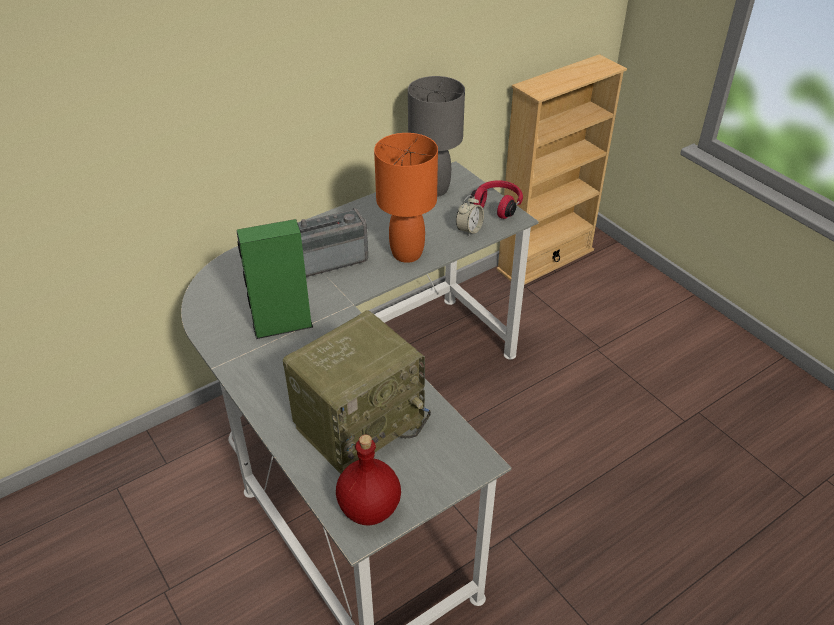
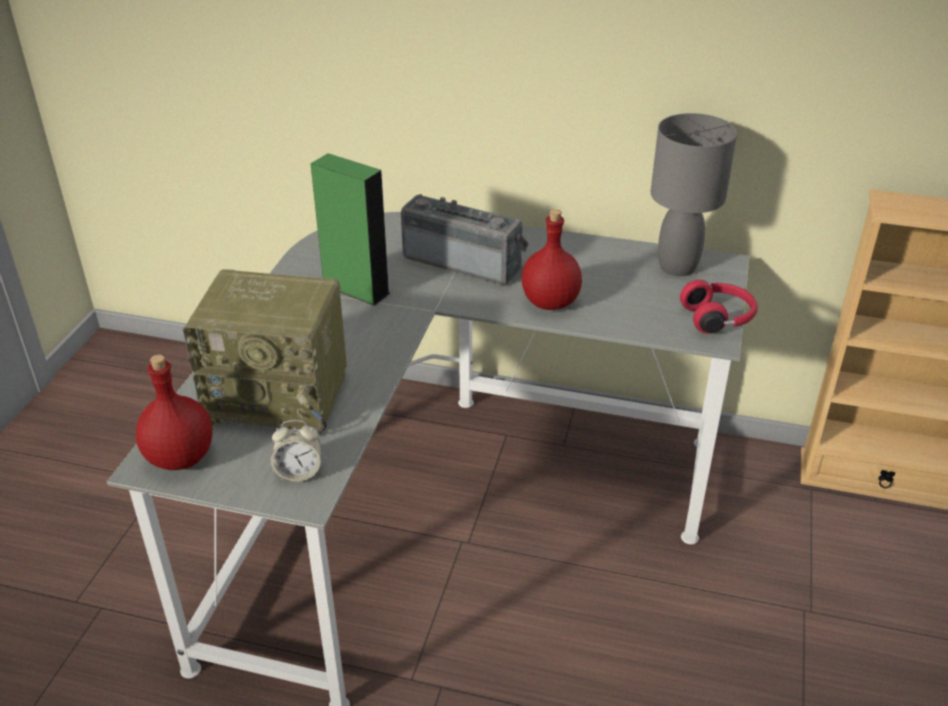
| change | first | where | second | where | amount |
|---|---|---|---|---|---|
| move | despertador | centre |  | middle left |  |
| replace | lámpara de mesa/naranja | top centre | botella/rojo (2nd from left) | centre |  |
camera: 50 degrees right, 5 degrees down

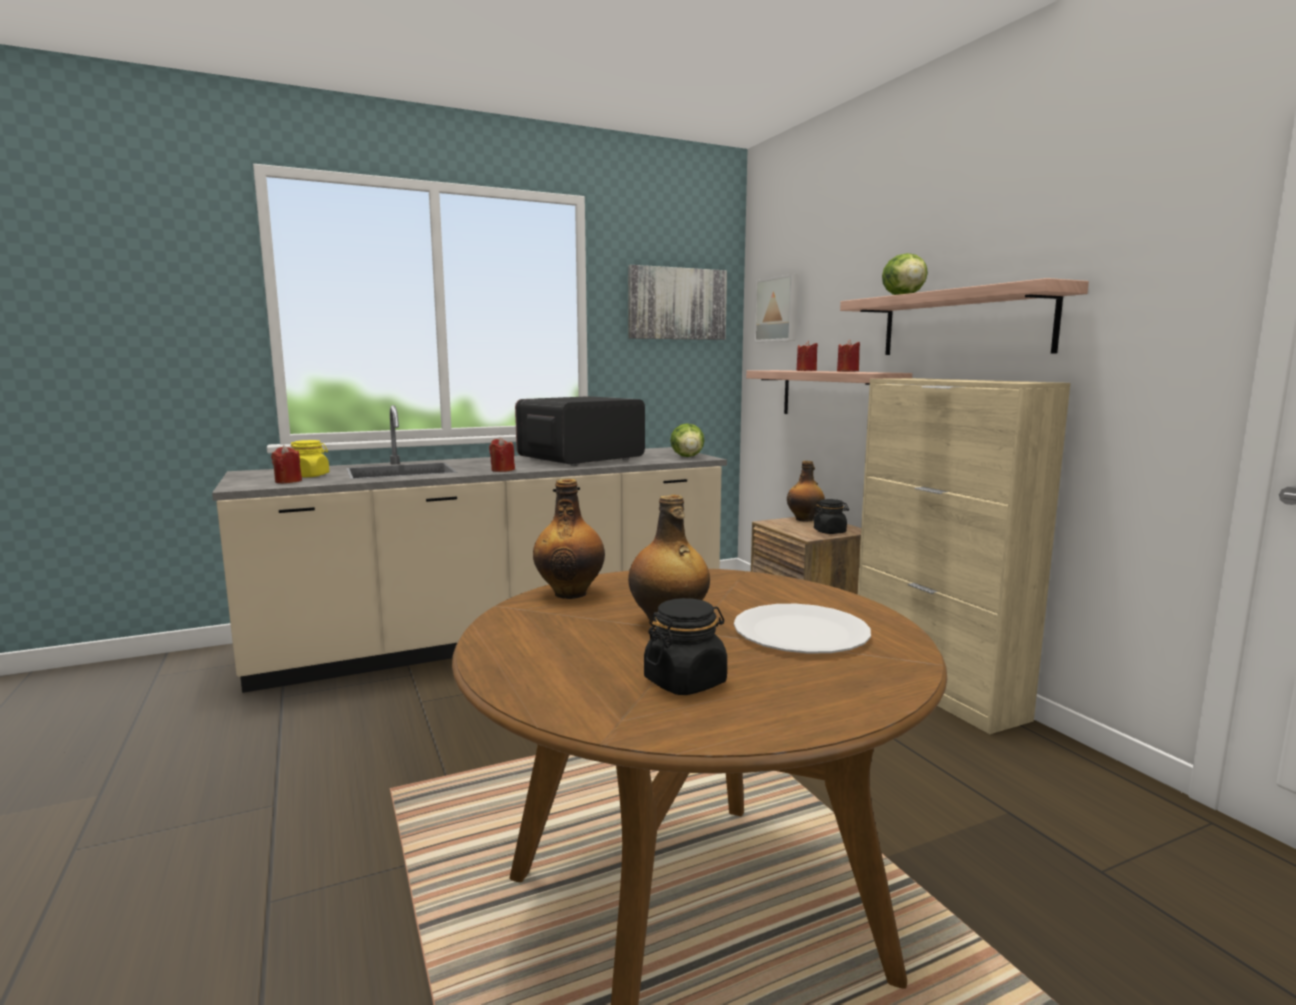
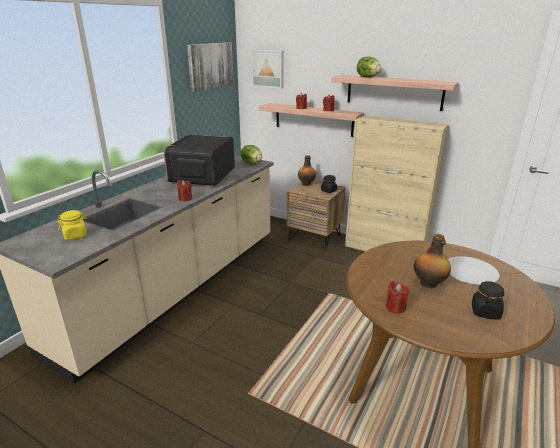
| change | first | where | second | where | amount |
|---|---|---|---|---|---|
| delete | botella (1st from left) | centre |  |  |  |
| move | vela/rojo (1st from left in the first image) | middle left | vela/rojo (4th from left) | middle right |  |
camera: 35 degrees left, 15 degrees up

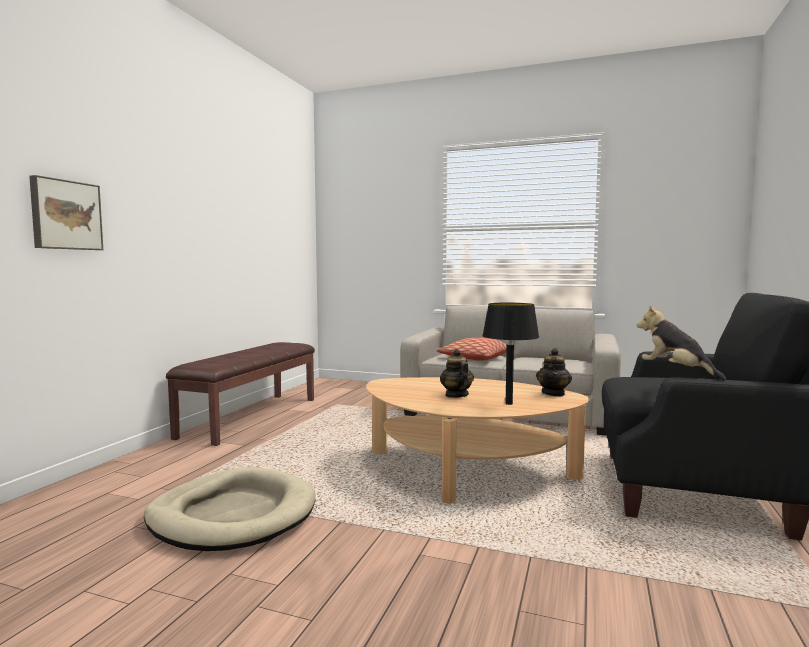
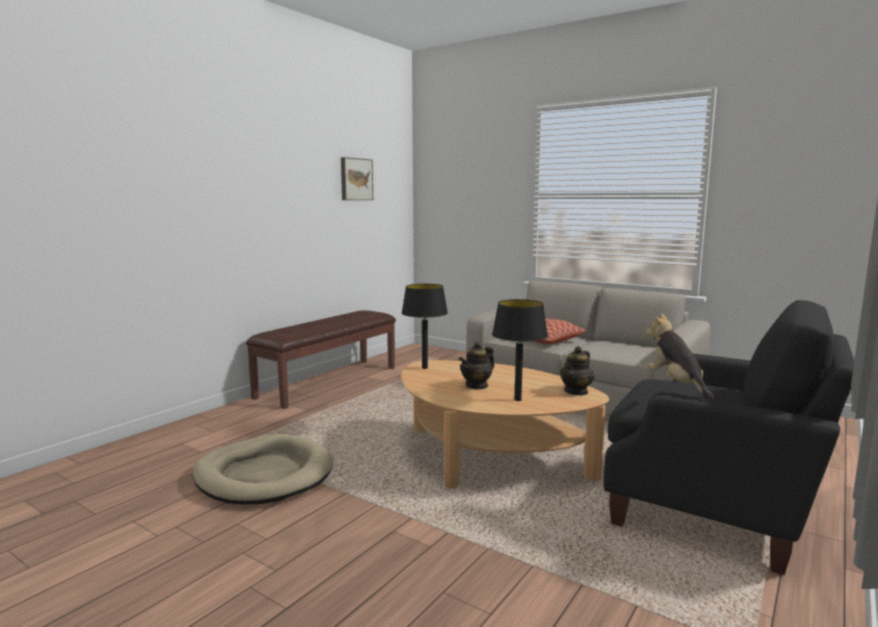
| change | first | where | second | where | amount |
|---|---|---|---|---|---|
| insert |  |  | lámpara de mesa/negro (1st from left) | centre |  |
| move | cuadro | top left |  | top centre |  |
| rotate | tetera (1st from left) | centre |  | centre | 135 degrees counterclockwise |
camera: 15 degrees right, 5 degrees up

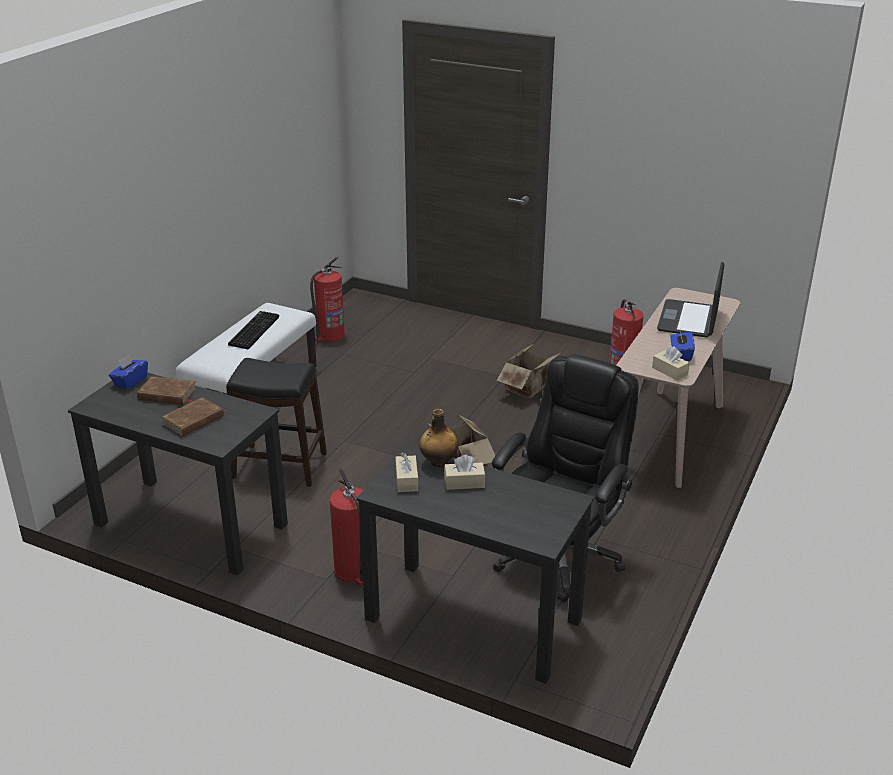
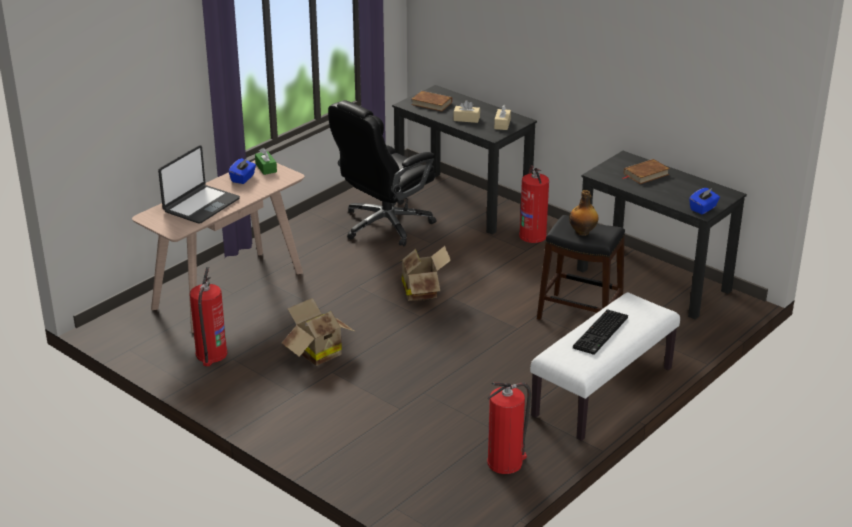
| change | first | where | second | where | amount |
|---|---|---|---|---|---|
| move | libro/marrón (1st from left) | middle left |  | top centre |  |
| move | botella | centre |  | middle right |  |
| recolor | caja de pañuelos/beis (3rd from left) | middle right | caja de pañuelos/verde | top left |  |
camera: 165 degrees left, 0 degrees up

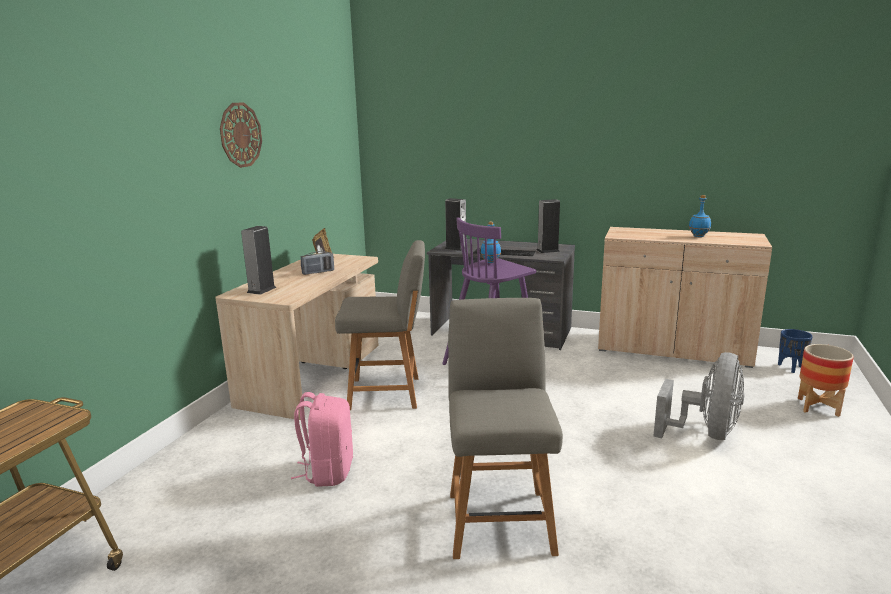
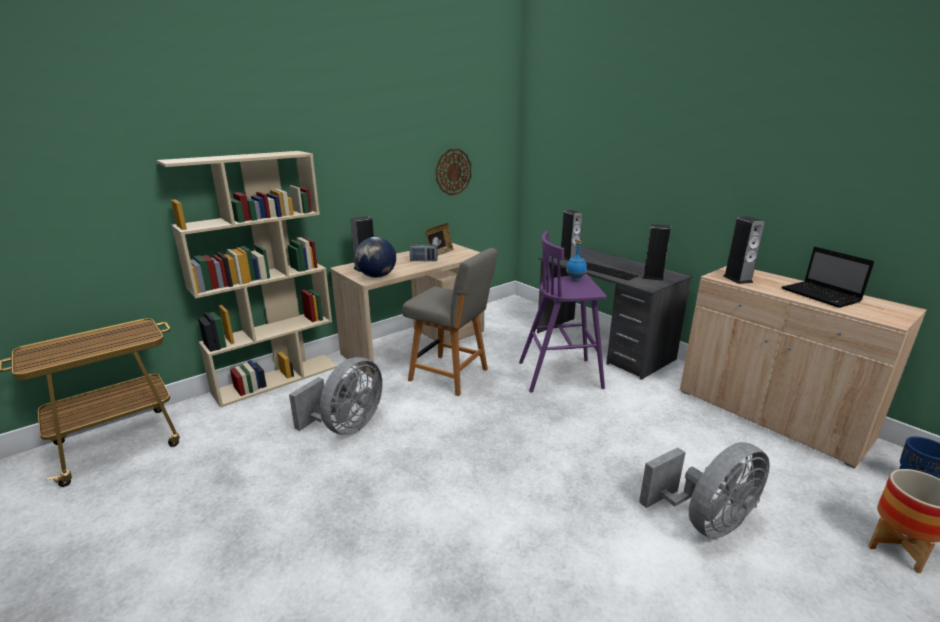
| change | first | where | second | where | amount |
|---|---|---|---|---|---|
| delete | silla/gris (2nd from left) | bottom centre |  |  |  |
| insert |  |  | estantería/beis | middle left |  |
| insert |  |  | globo terráqueo | centre |  |
| insert |  |  | altavoz (4th from left) | middle right |  |
| move | reloj de pared | top left |  | top centre |  |
| replace | mochila/rosa | bottom centre | ventilador/gris (1st from left) | centre |  |
| replace | botella/azul (2nd from left) | middle right | portátil | middle right |  |
camera: 30 degrees right, 5 degrees up

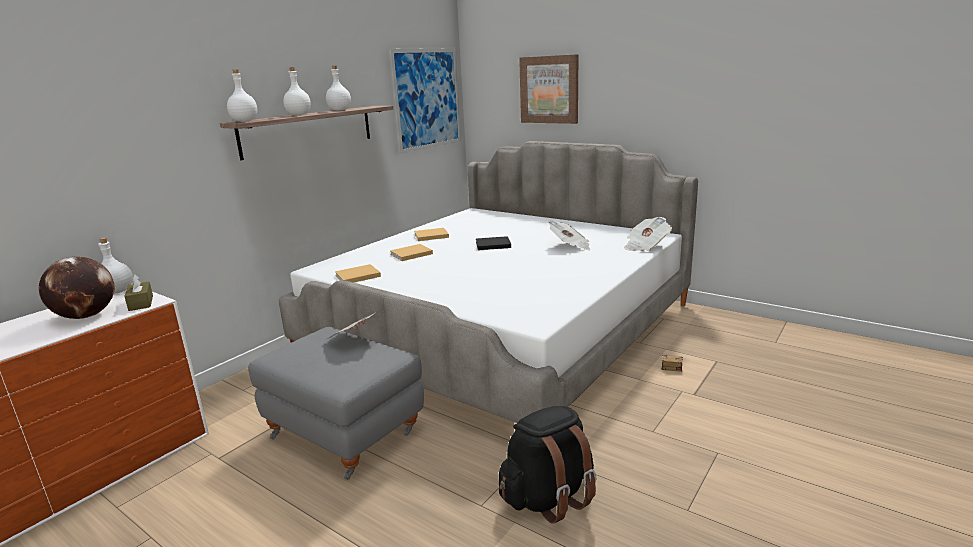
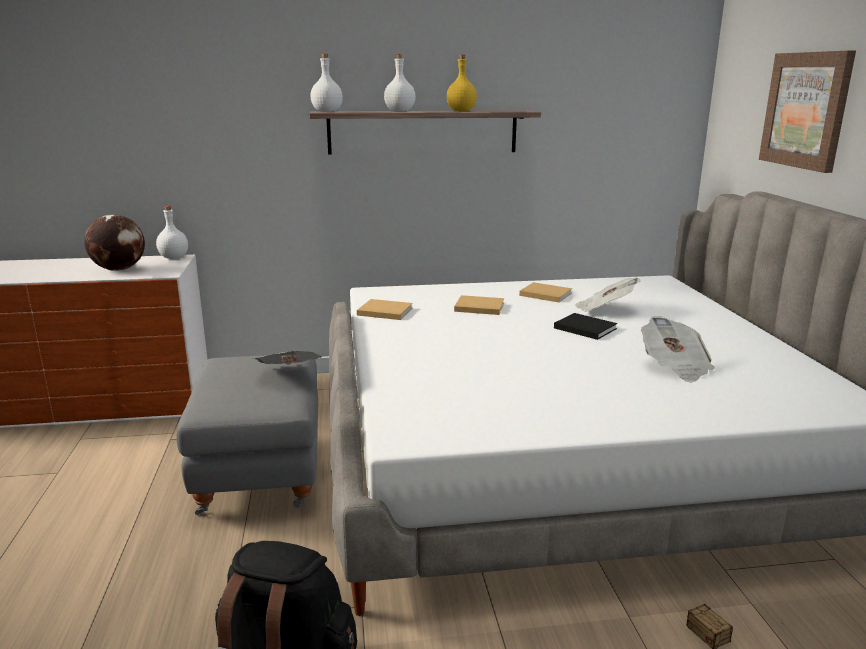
| change | first | where | second | where | amount |
|---|---|---|---|---|---|
| delete | caja de pañuelos/marrón | middle left |  |  |  |
| delete | cuadro (1st from left) | top centre |  |  |  |
| move | periódico (3rd from left in the first image) | centre | periódico (2nd from left) | middle right |  |
| recolor | botella/blanco (4th from left) | top centre | botella/amarillo | top centre |  |
camera: 45 degrees right, 0 degrees up

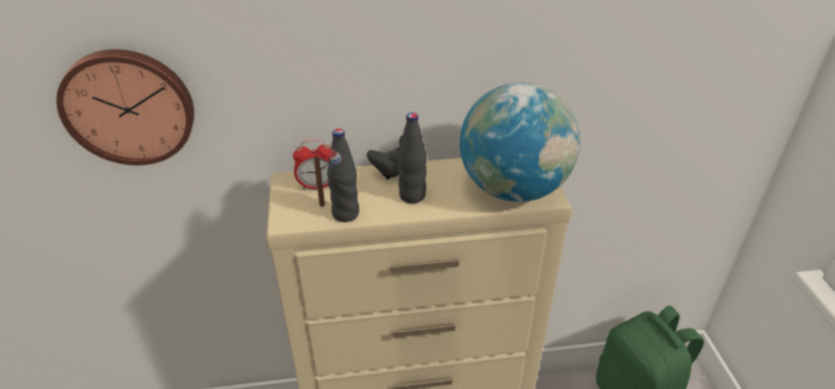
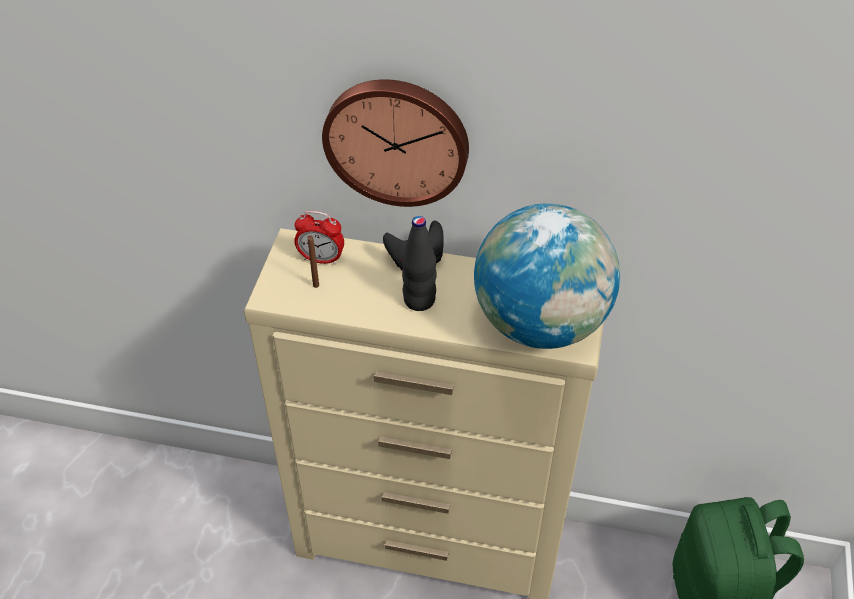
| change | first | where | second | where | amount |
|---|---|---|---|---|---|
| delete | botella/negro (1st from left) | centre |  |  |  |
| move | reloj de pared | top left |  | top centre |  |
camera: 20 degrees right, 10 degrees up

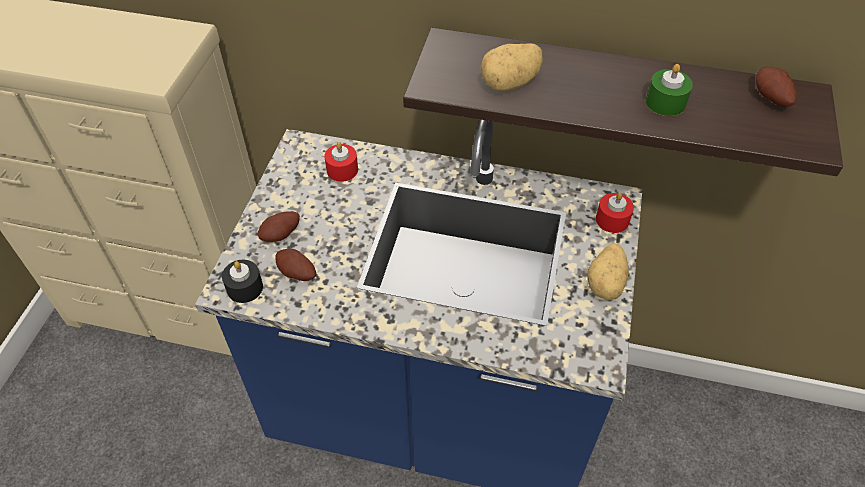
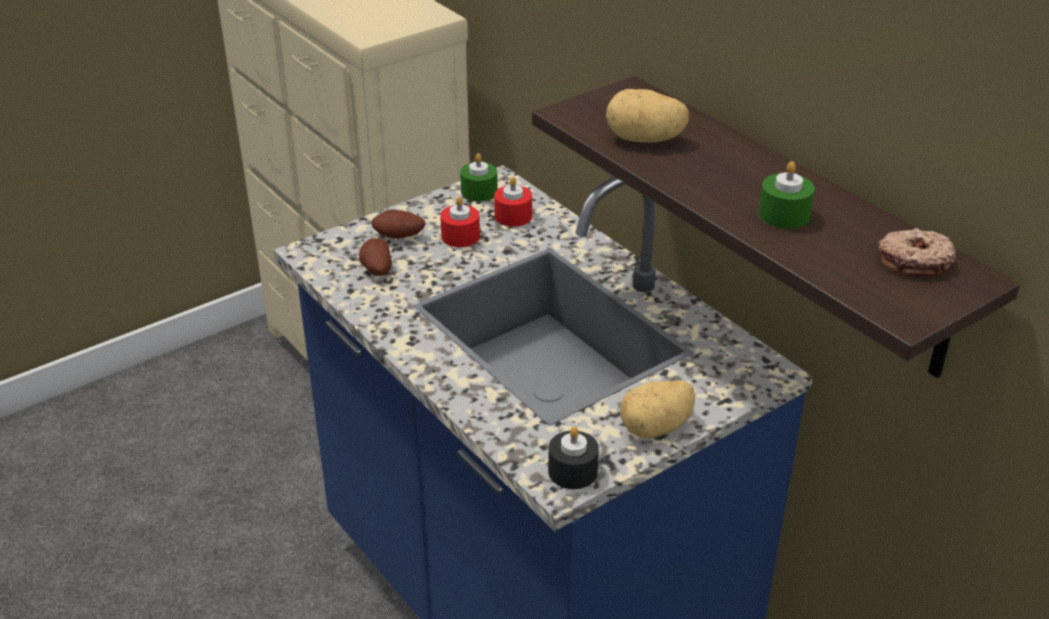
| change | first | where | second | where | amount |
|---|---|---|---|---|---|
| insert |  |  | vela/verde (1st from left) | top centre |  |
| move | vela/negro | middle left |  | bottom centre |  |
| move | vela/rojo (2nd from left in the first image) | middle right | vela/rojo (1st from left) | centre |  |
| replace | patata (5th from left) | top right | rosquilla | middle right |  |
camera: 40 degrees right, 15 degrees down

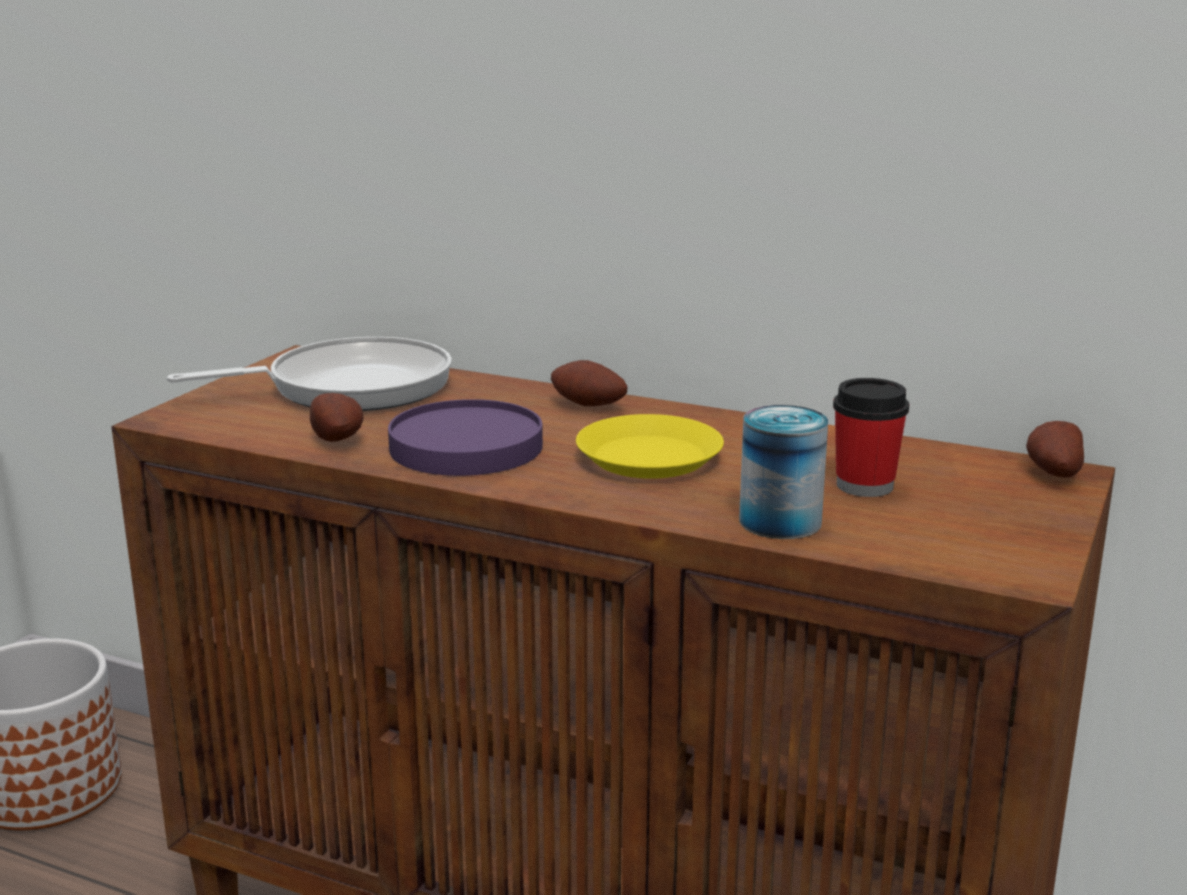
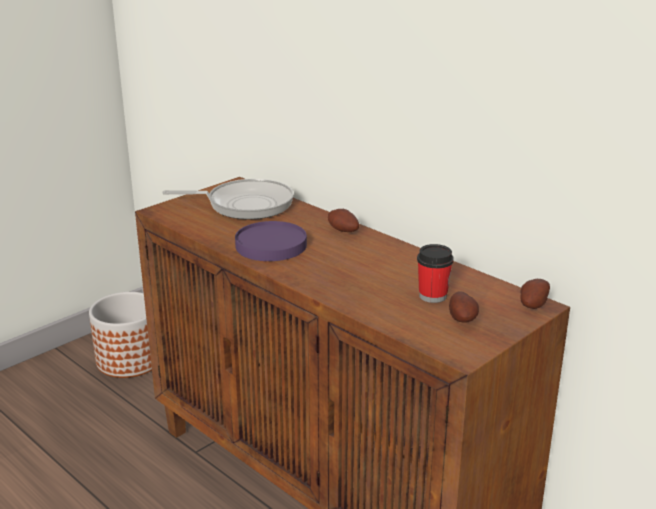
| change | first | where | second | where | amount |
|---|---|---|---|---|---|
| delete | plato/amarillo | centre |  |  |  |
| delete | lata | centre |  |  |  |
| move | patata (1st from left in the first image) | middle left | patata (2nd from left) | middle right |  |
camera: 20 degrees right, 5 degrees up

